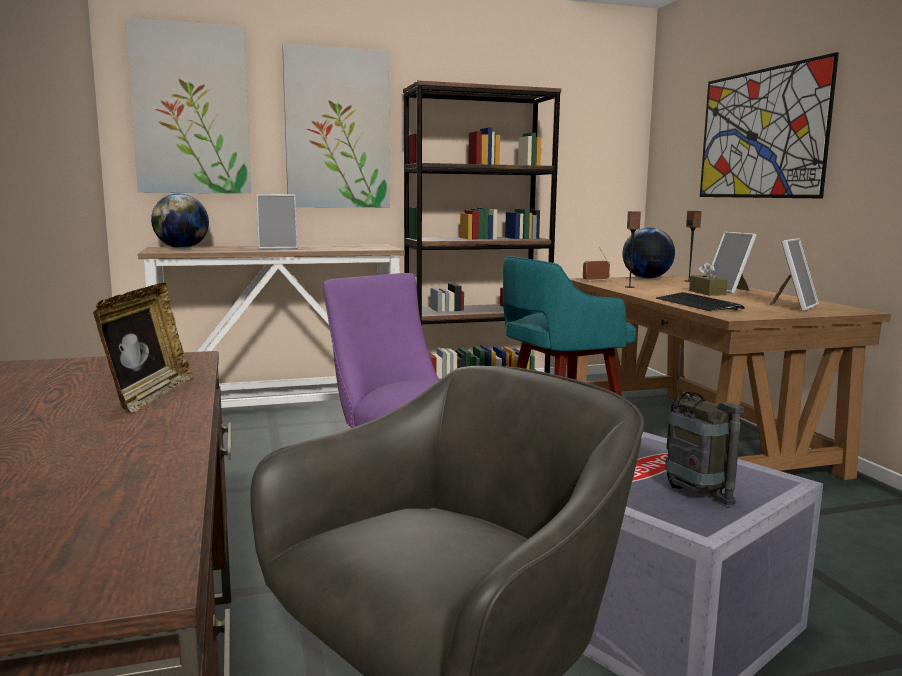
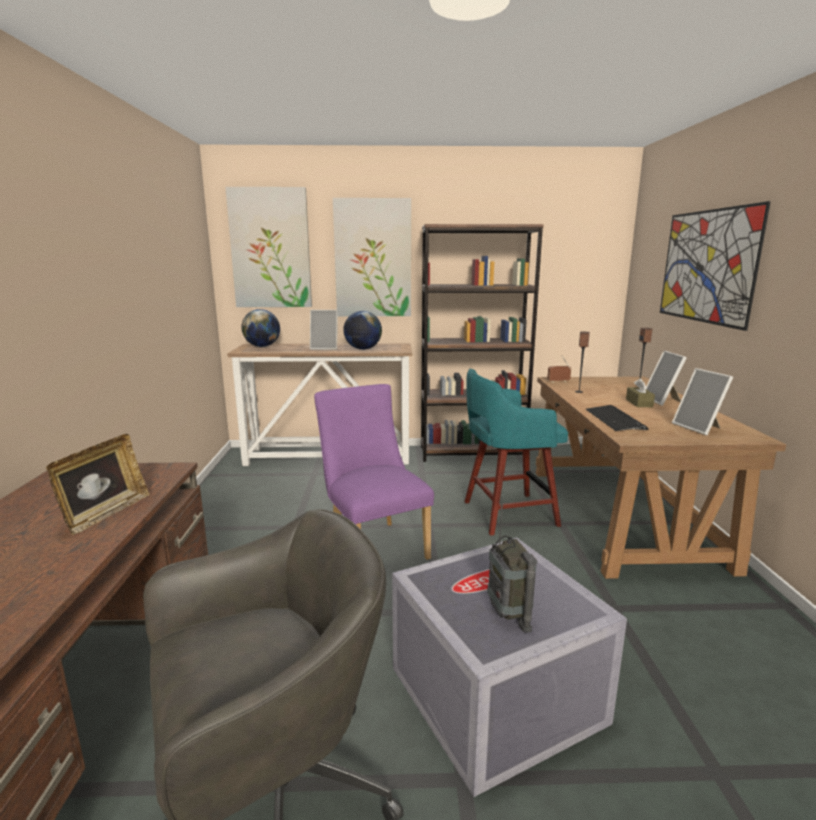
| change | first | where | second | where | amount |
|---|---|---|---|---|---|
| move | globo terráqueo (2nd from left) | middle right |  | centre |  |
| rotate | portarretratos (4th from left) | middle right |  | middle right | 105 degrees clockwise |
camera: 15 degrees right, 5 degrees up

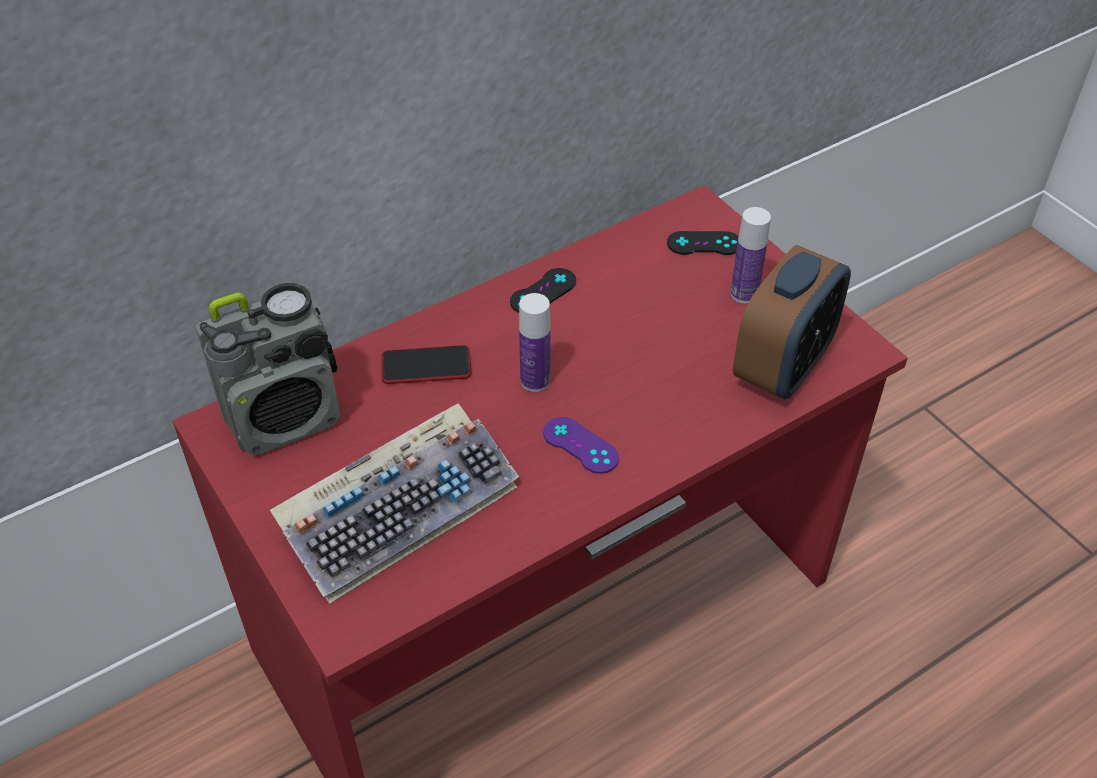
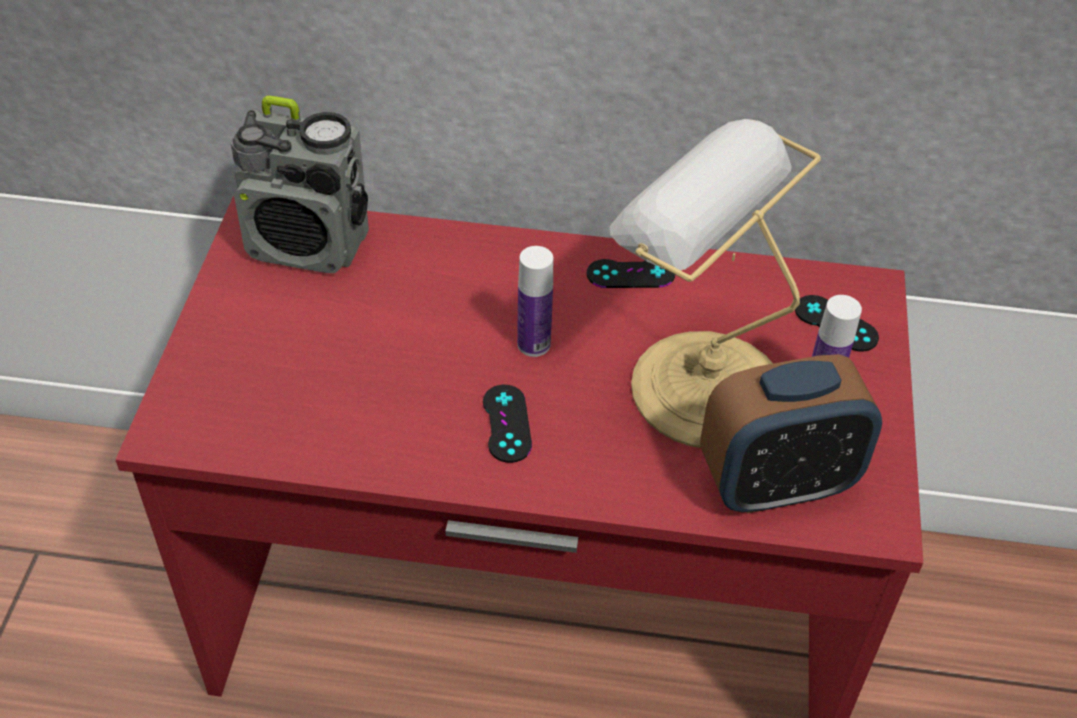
| change | first | where | second | where | amount |
|---|---|---|---|---|---|
| delete | teclado | centre |  |  |  |
| delete | móvil | centre |  |  |  |
| insert |  |  | lámpara de mesa | centre |  |
| recolor | mando de consola/morado | centre | mando de consola/negro (1st from left) | centre |  |
camera: 40 degrees right, 0 degrees up

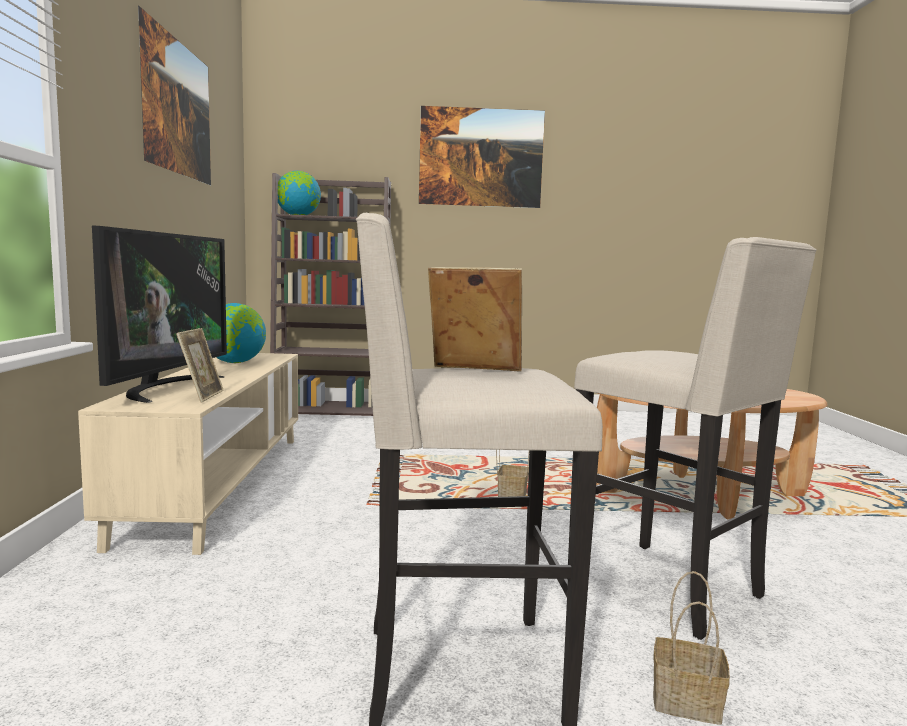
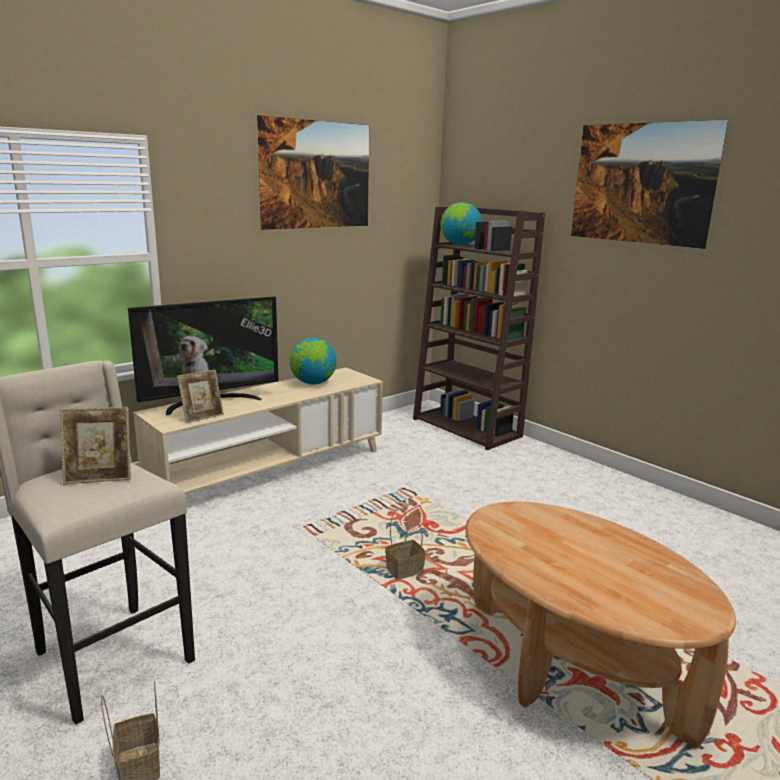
| change | first | where | second | where | amount |
|---|---|---|---|---|---|
| delete | taburete/beis (2nd from left) | middle right |  |  |  |
| rotate | portarretratos (2nd from left in the first image) | centre | portarretratos (1st from left) | middle left | 105 degrees clockwise |
camera: 50 degrees right, 10 degrees up

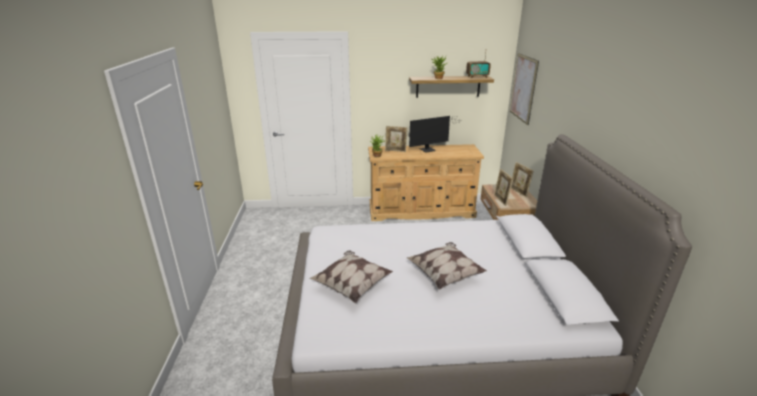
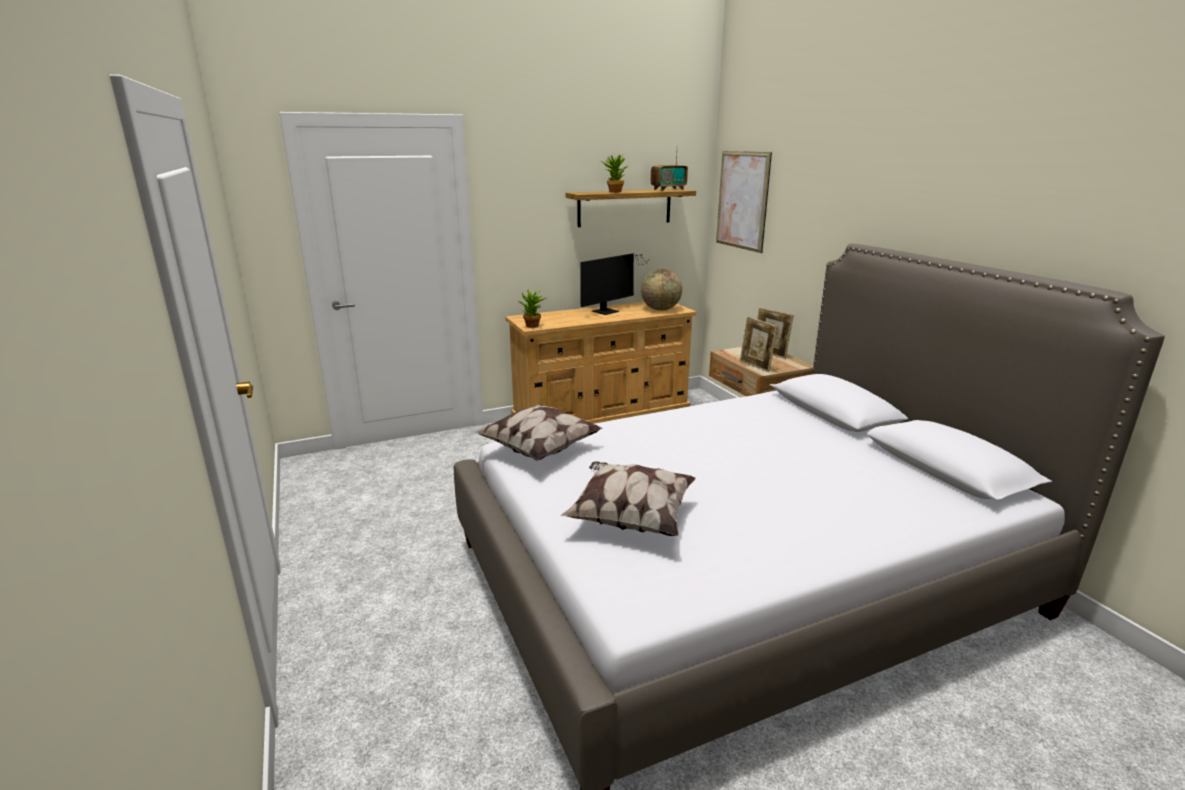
| change | first | where | second | where | amount |
|---|---|---|---|---|---|
| delete | portarretratos (1st from left) | centre |  |  |  |
| insert |  |  | globo terráqueo | centre |  |
| move | cojín (2nd from left in the first image) | bottom centre | cojín (1st from left) | centre |  |
camera: 20 degrees left, 5 degrees down

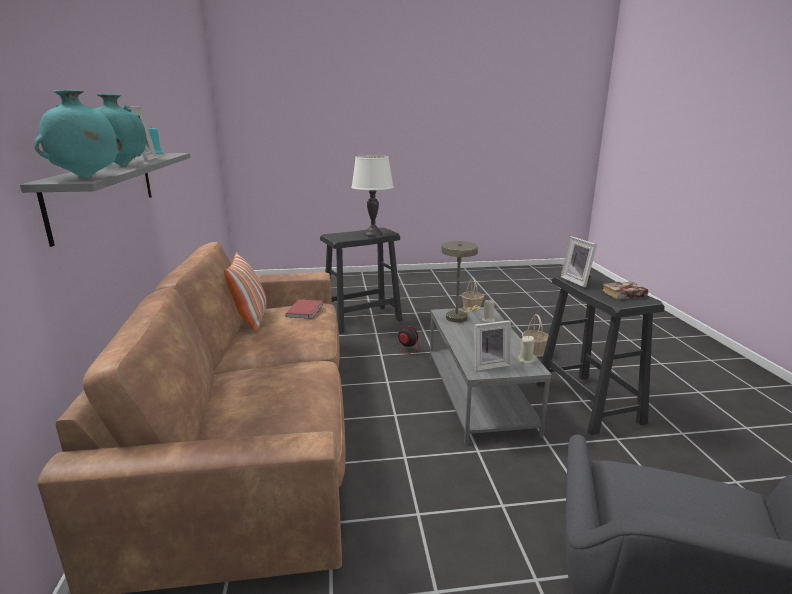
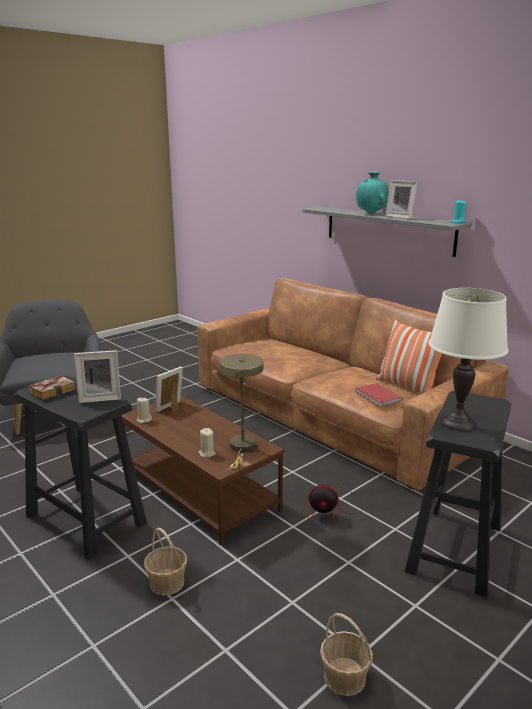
| change | first | where | second | where | amount |
|---|---|---|---|---|---|
| delete | florero/turquesa (1st from left) | top left |  |  |  |
| recolor | mesa de centro/gris | centre | mesa de centro/marrón | centre |  |
| rotate | portarretratos (3rd from left in the first image) | middle right | portarretratos (1st from left) | middle left | 135 degrees clockwise |
camera: 145 degrees right, 0 degrees up

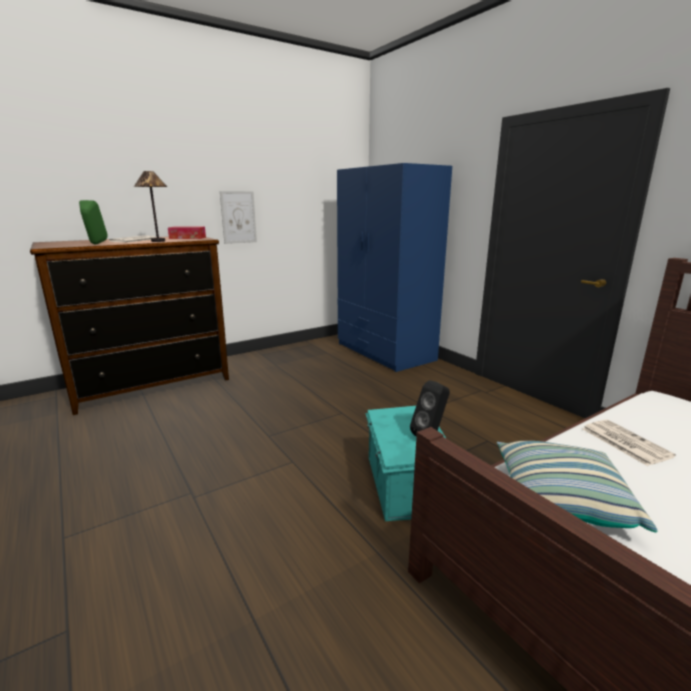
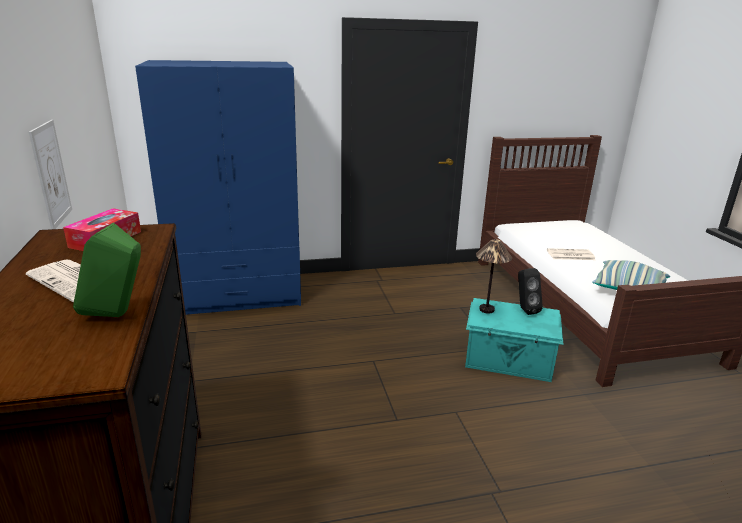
| change | first | where | second | where | amount |
|---|---|---|---|---|---|
| move | lámpara de mesa | top left |  | centre |  |
camera: 70 degrees left, 5 degrees up

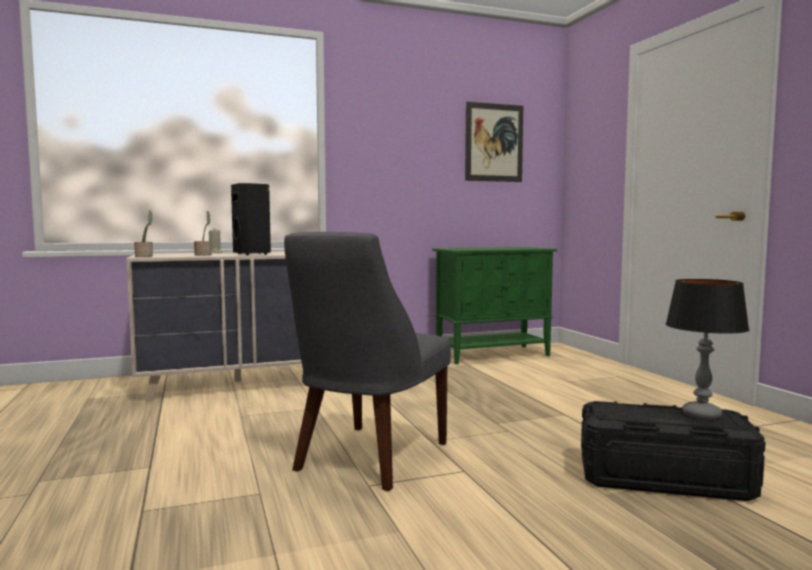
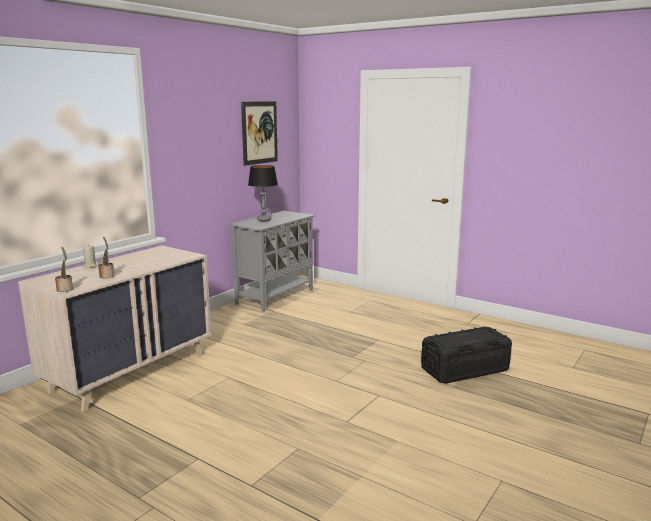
| change | first | where | second | where | amount |
|---|---|---|---|---|---|
| delete | altavoz/negro | middle left |  |  |  |
| delete | silla/gris | centre |  |  |  |
| move | lámpara de mesa | middle right |  | centre |  |
| recolor | armario/verde | centre | armario/gris | centre |  |
camera: 35 degrees left, 10 degrees up

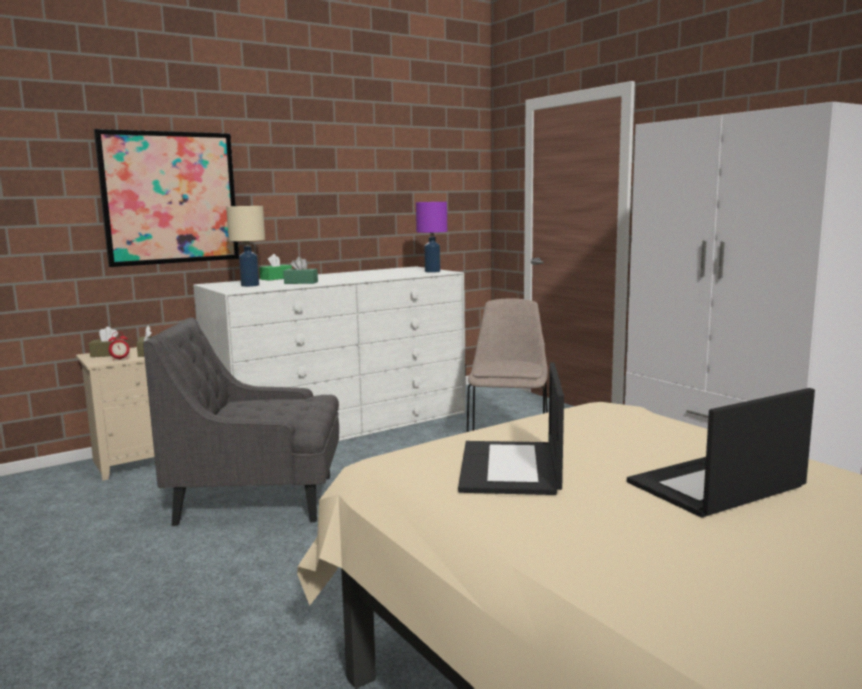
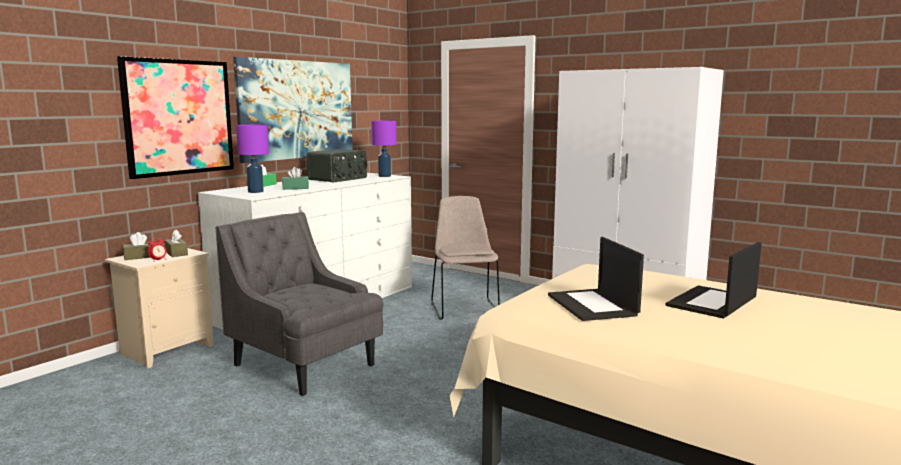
| change | first | where | second | where | amount |
|---|---|---|---|---|---|
| insert |  |  | cuadro (2nd from left) | top left |  |
| insert |  |  | radio | centre |  |
| recolor | lámpara de mesa/beis | middle left | lámpara de mesa/morado (1st from left) | middle left |  |
| rotate | sillón/gris | middle left |  | middle left | 60 degrees clockwise |
camera: 20 degrees left, 0 degrees up

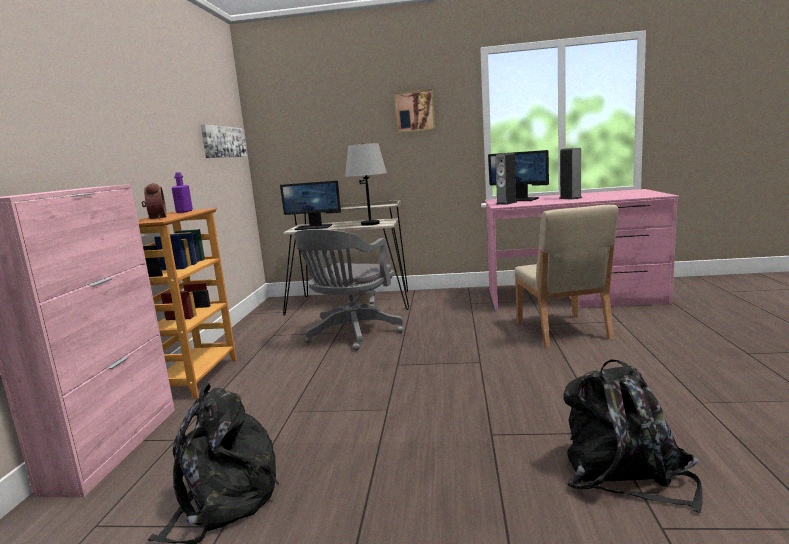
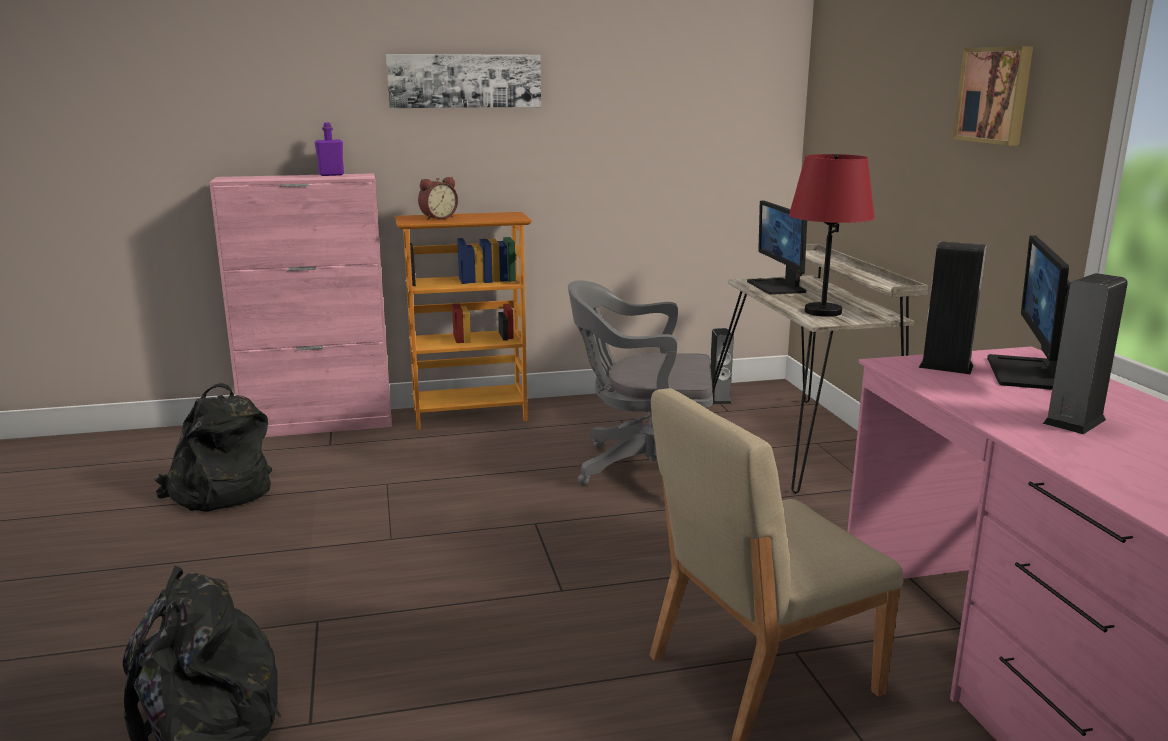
| change | first | where | second | where | amount |
|---|---|---|---|---|---|
| insert |  |  | altavoz (1st from left) | centre |  |
| move | botella/morado | middle left |  | top left |  |
| move | cuadro (1st from left) | top left |  | top centre |  |
| recolor | lámpara de mesa/gris | centre | lámpara de mesa/rojo | top right |  |
camera: 70 degrees right, 5 degrees up

